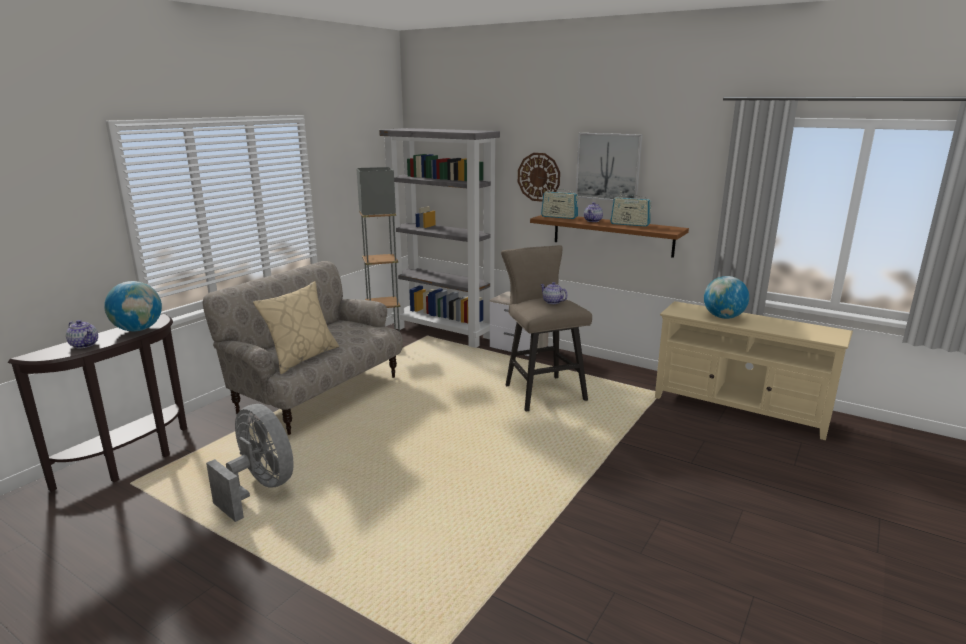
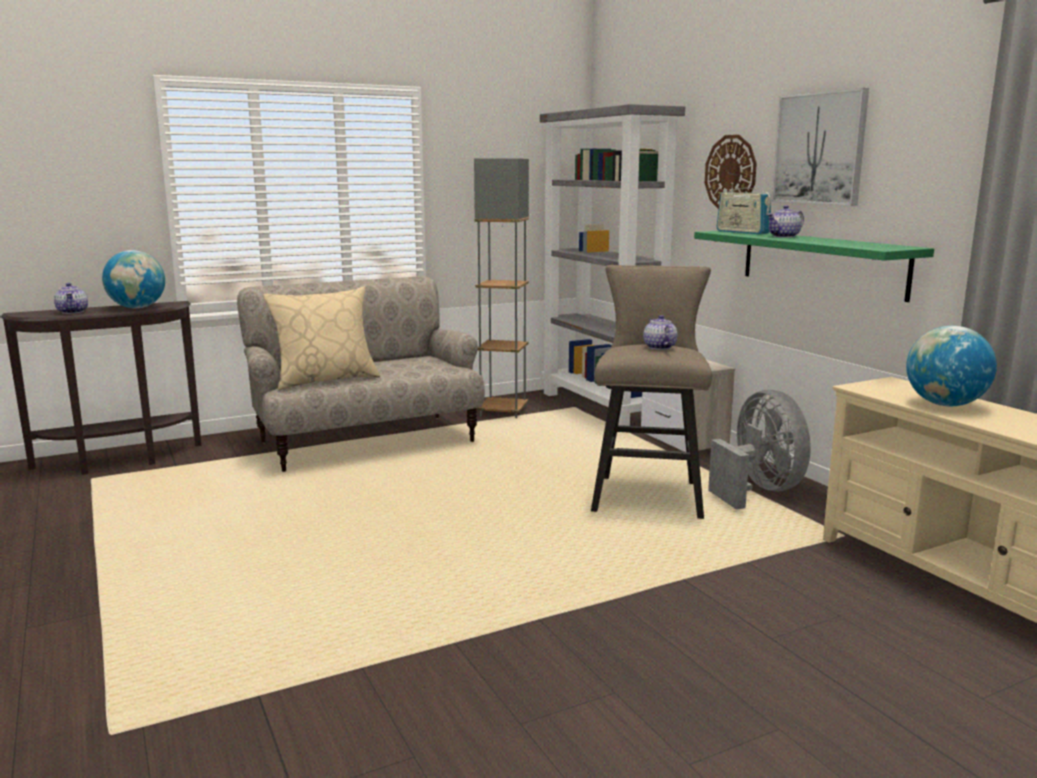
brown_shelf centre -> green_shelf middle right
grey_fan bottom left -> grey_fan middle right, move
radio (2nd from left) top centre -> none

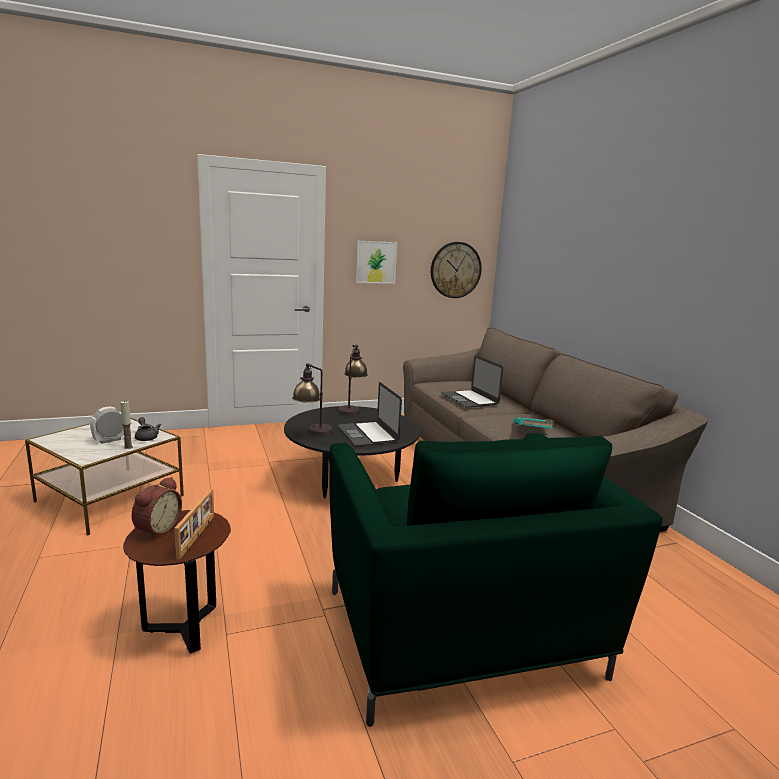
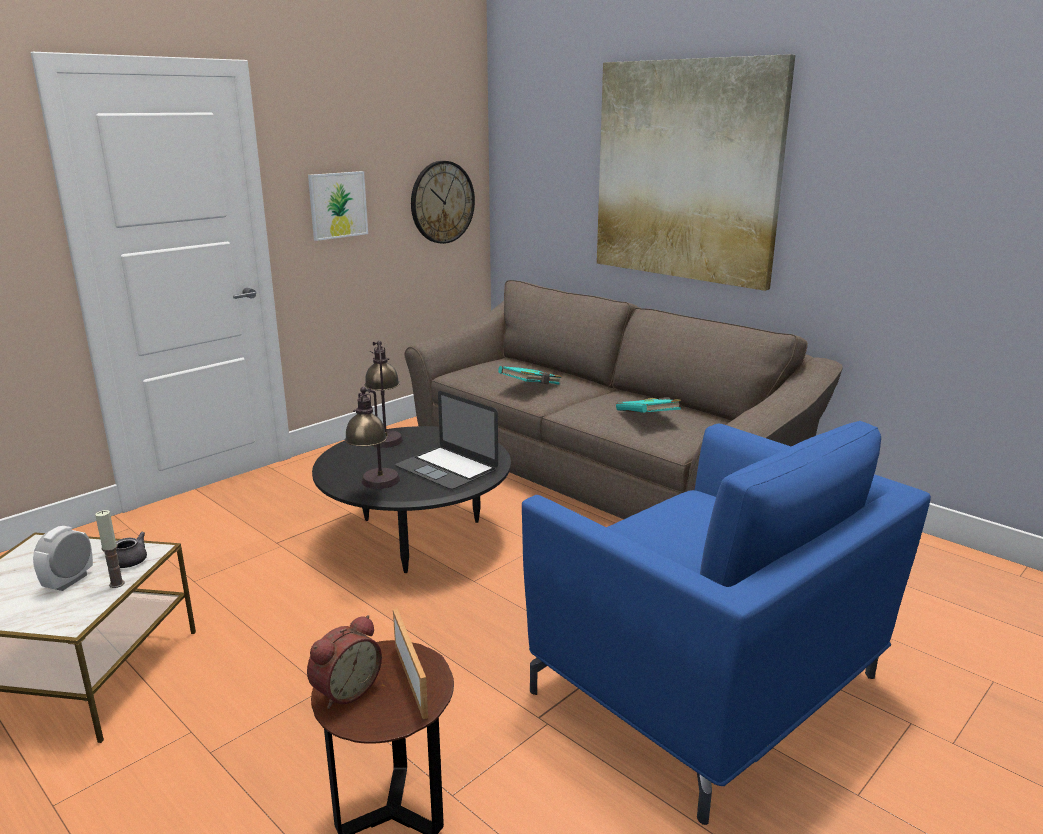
alarm_clock (2nd from left) middle left -> alarm_clock (2nd from left) bottom left, 45 degrees clockwise
laptop (2nd from left) centre -> turquoise_book (1st from left) centre
green_armchair bottom centre -> blue_armchair bottom right
none -> picture (2nd from left) top right

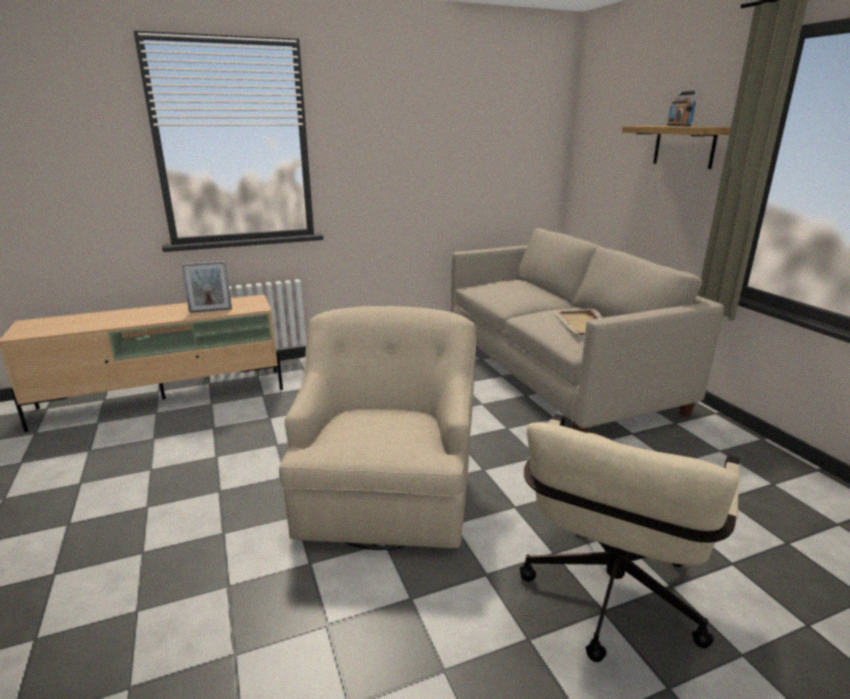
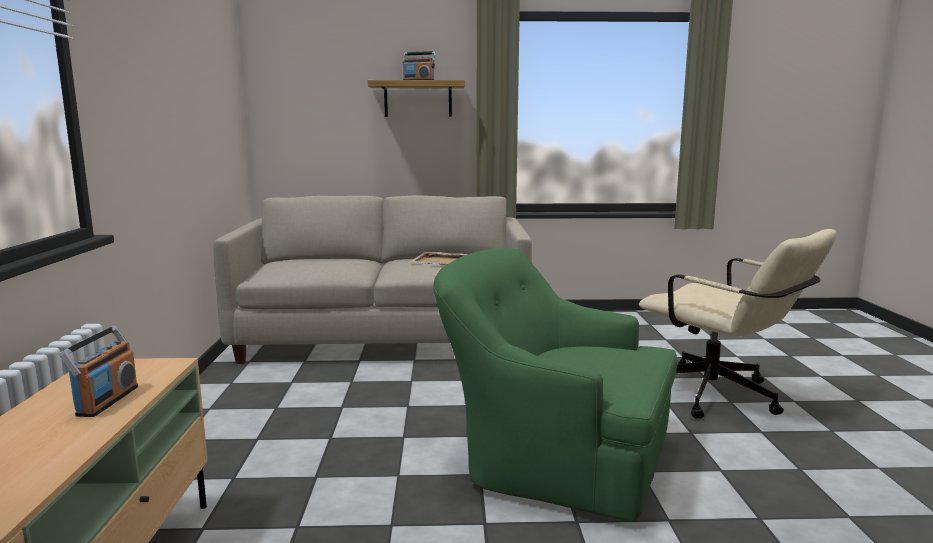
picture_frame middle left -> radio (1st from left) bottom left
beige_armchair centre -> green_armchair bottom centre

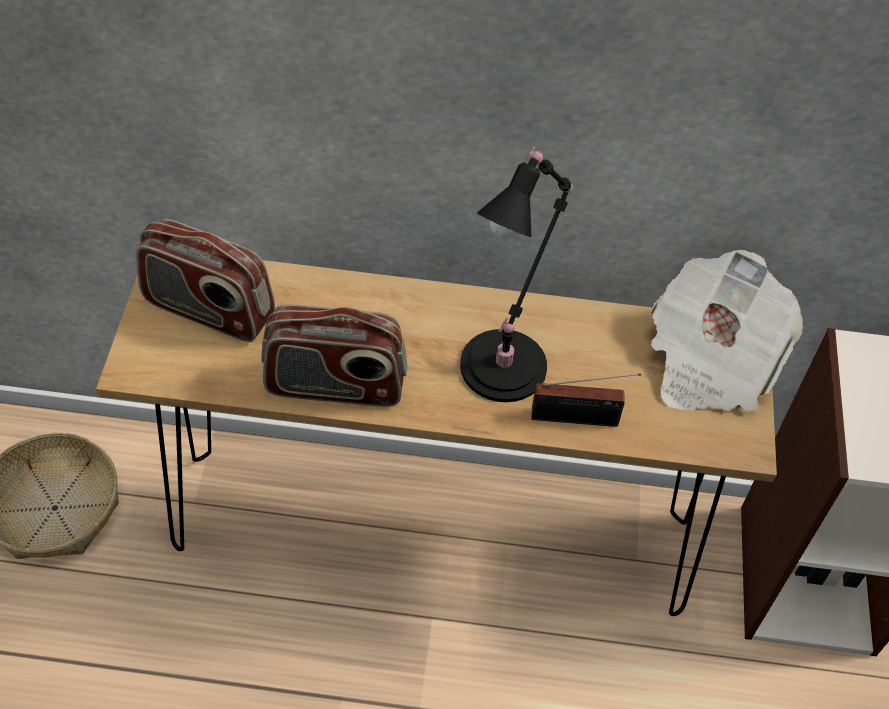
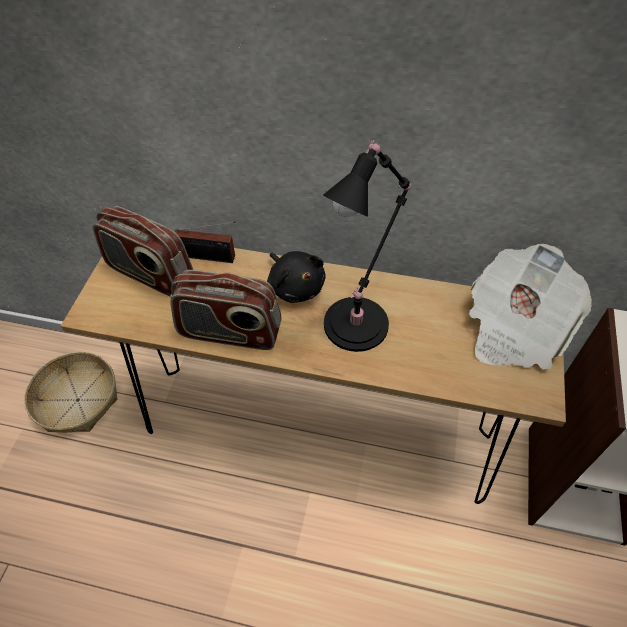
radio (3rd from left in the first image) centre -> radio (2nd from left) middle left, move
none -> black_plush_toy centre

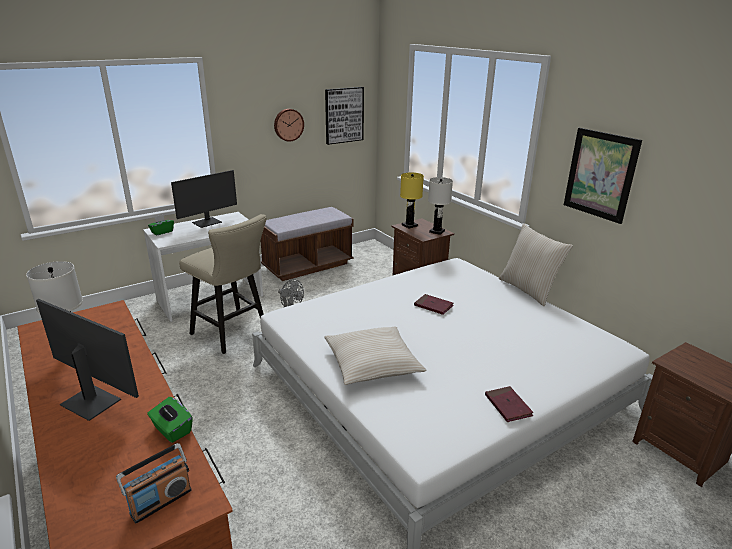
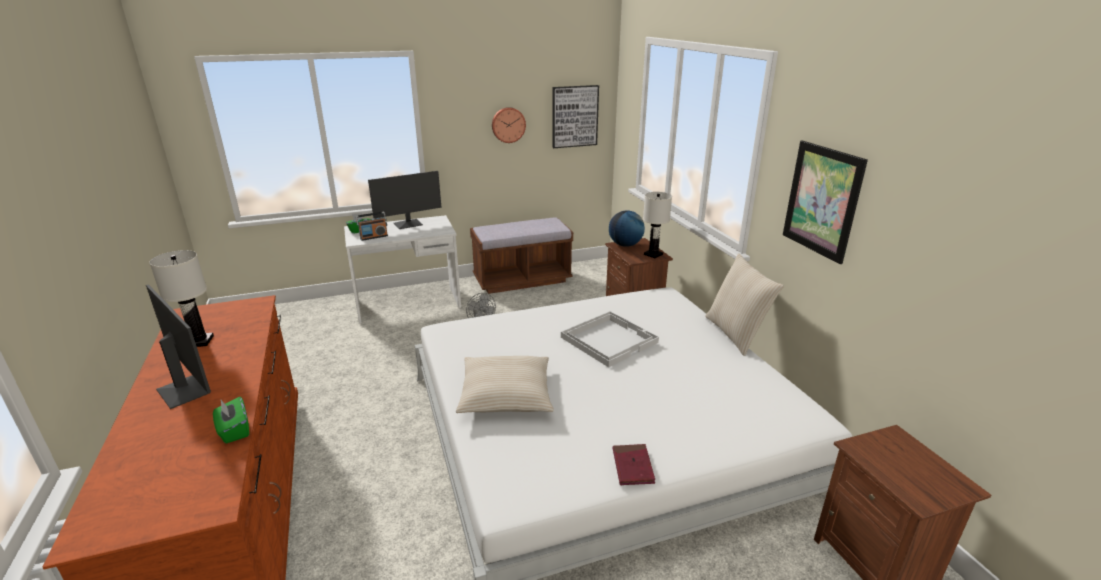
radio bottom left -> radio centre, move
red_book (1st from left) centre -> white_tray centre
yellow_table_lamp centre -> globe centre
beige_stool middle left -> none

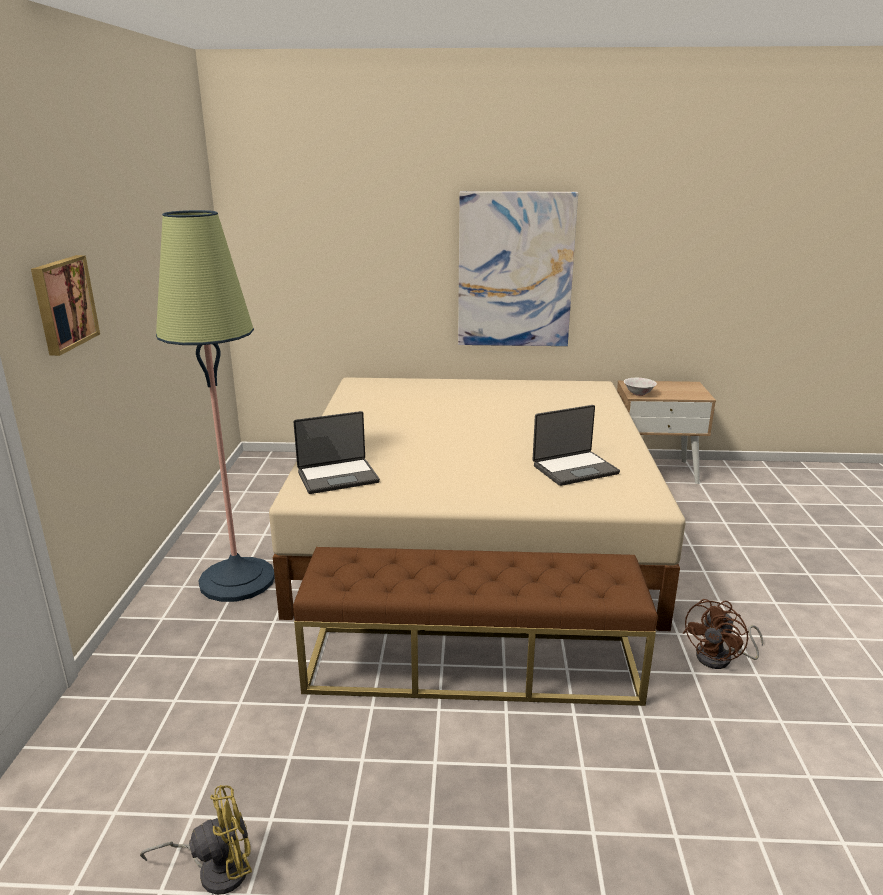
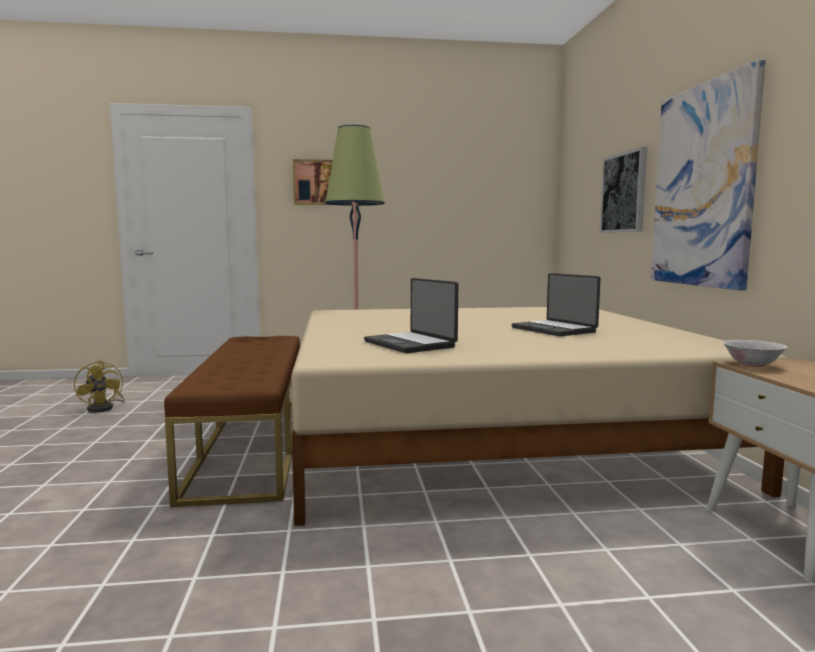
laptop (1st from left in the first image) centre -> laptop (2nd from left) middle right, move
none -> picture (2nd from left) top right
brown_fan bottom right -> none

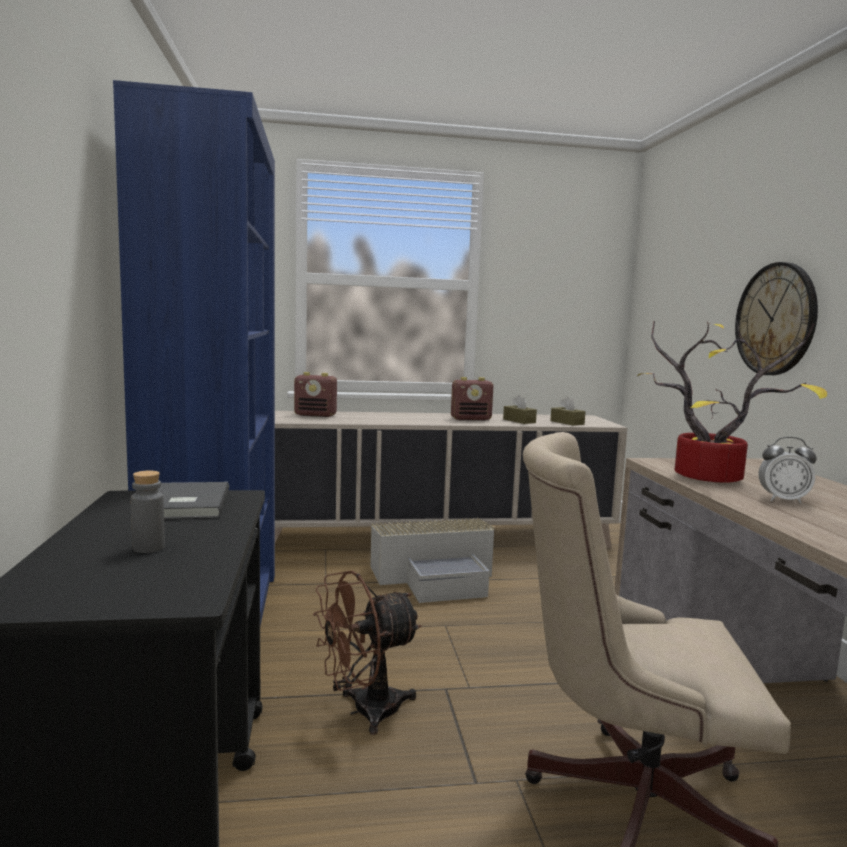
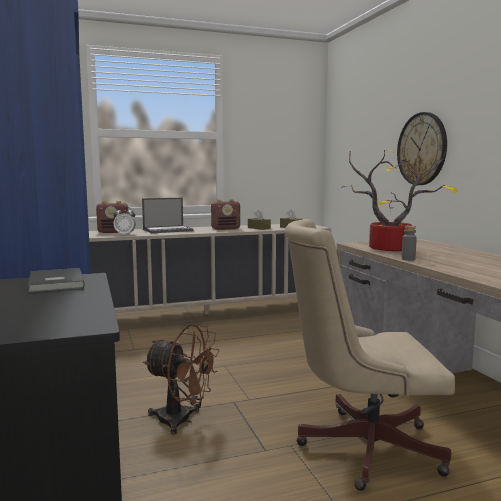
alarm_clock middle right -> alarm_clock middle left, move
none -> laptop centre
brown_fan bottom centre, 120 degrees counterclockwise
grey_bottle middle left -> grey_bottle middle right, move
grey_storage_box centre -> none

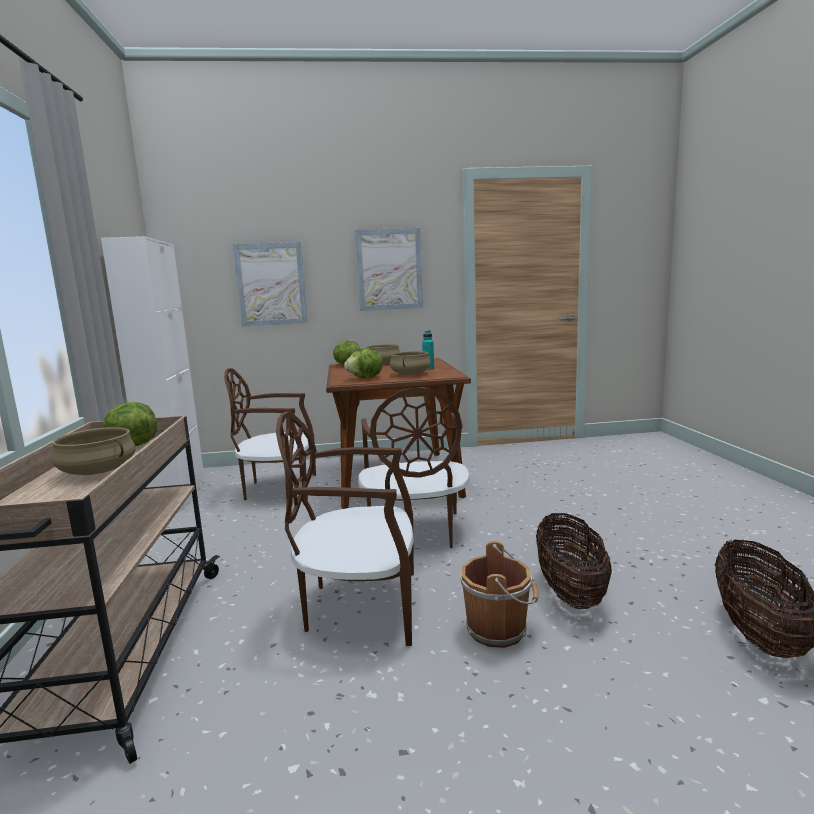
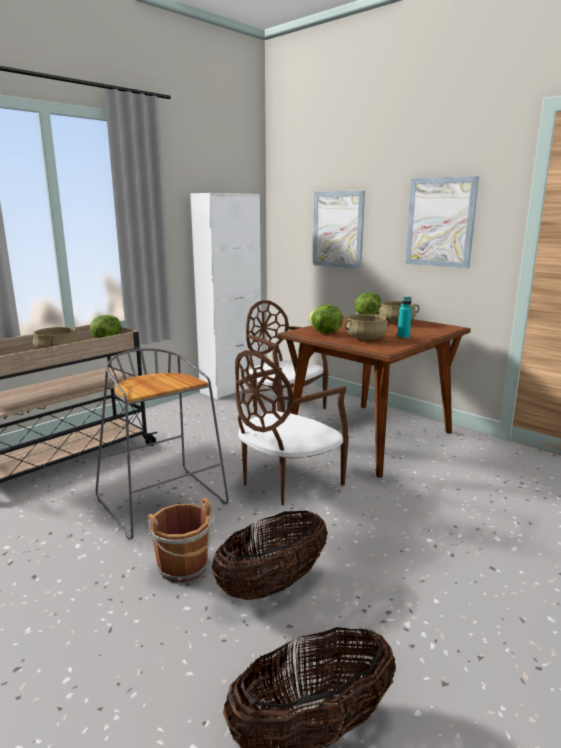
brown_chair (2nd from left) centre -> grey_stool middle left

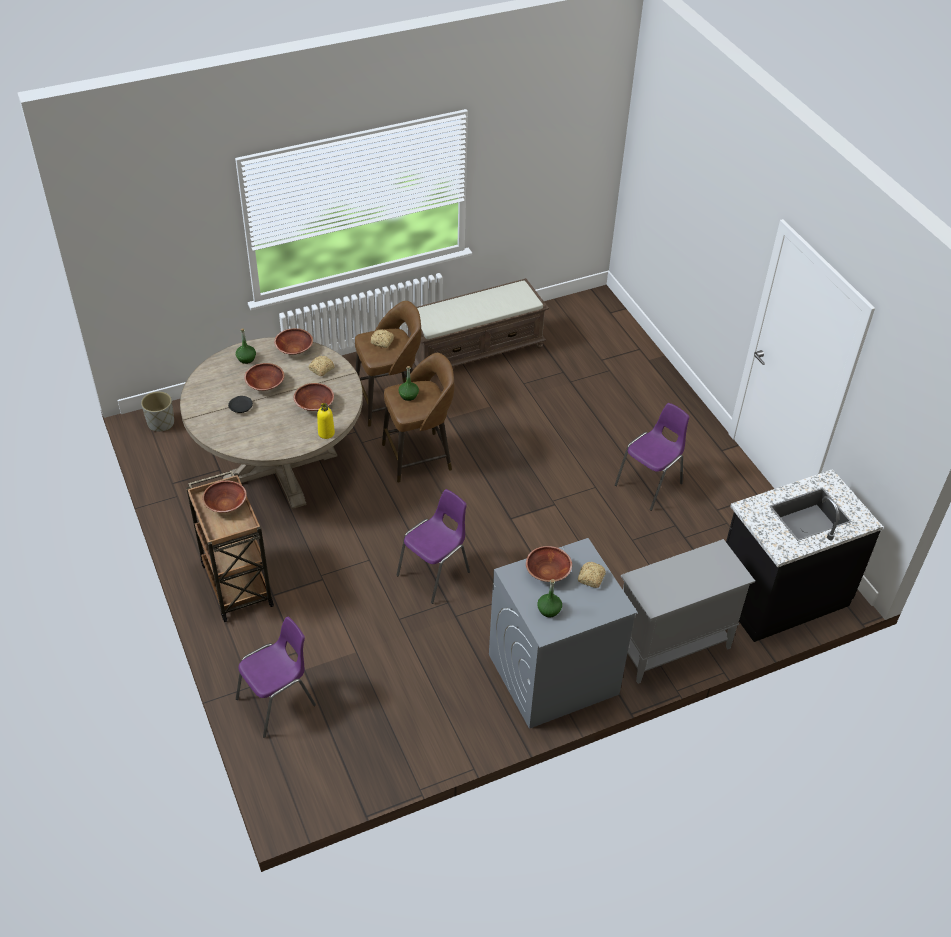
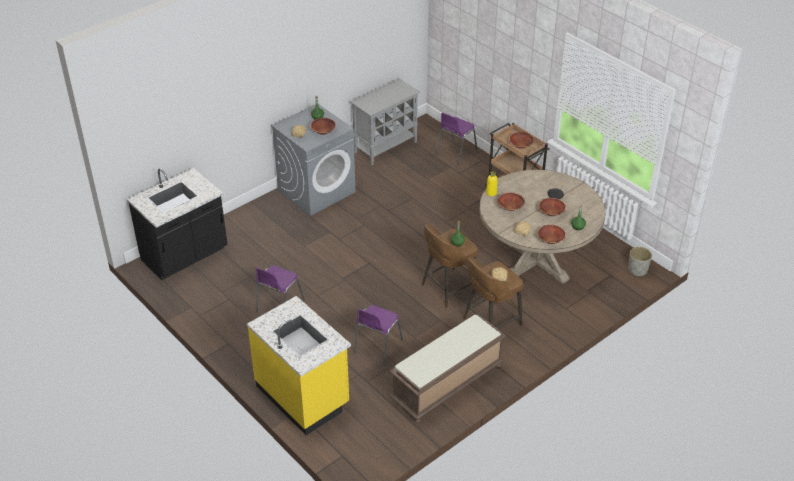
none -> yellow_counter bottom centre
grey_cabinet middle right -> grey_cabinet top centre, move
purple_chair (2nd from left) centre -> purple_chair (2nd from left) bottom centre, move

